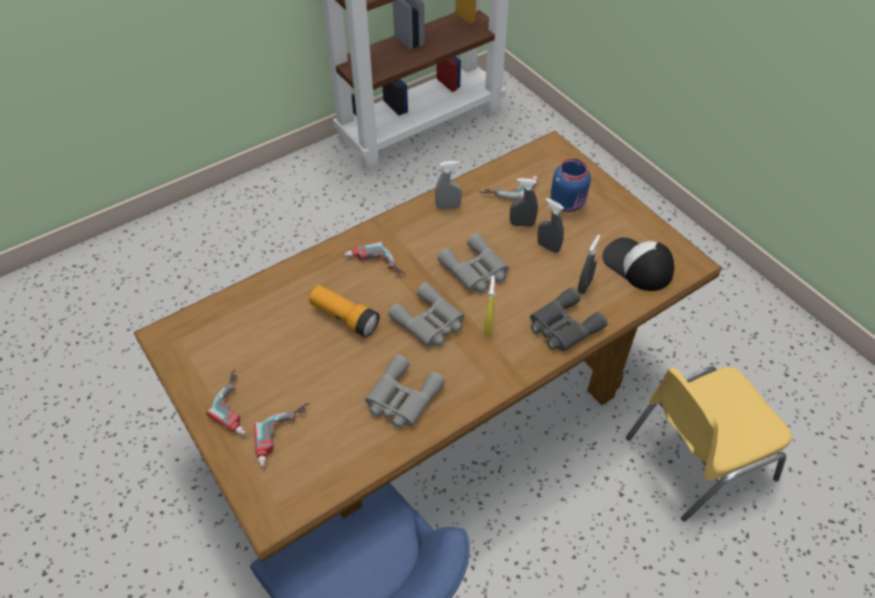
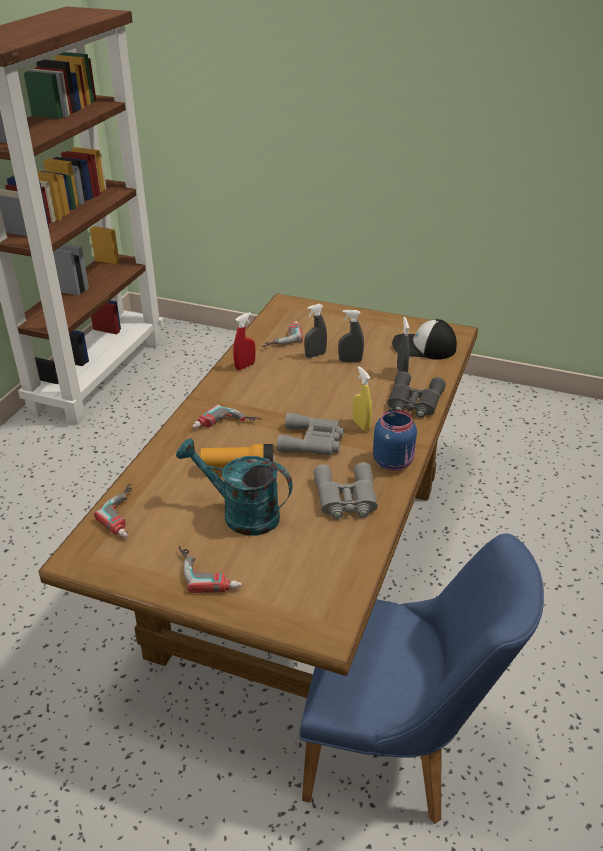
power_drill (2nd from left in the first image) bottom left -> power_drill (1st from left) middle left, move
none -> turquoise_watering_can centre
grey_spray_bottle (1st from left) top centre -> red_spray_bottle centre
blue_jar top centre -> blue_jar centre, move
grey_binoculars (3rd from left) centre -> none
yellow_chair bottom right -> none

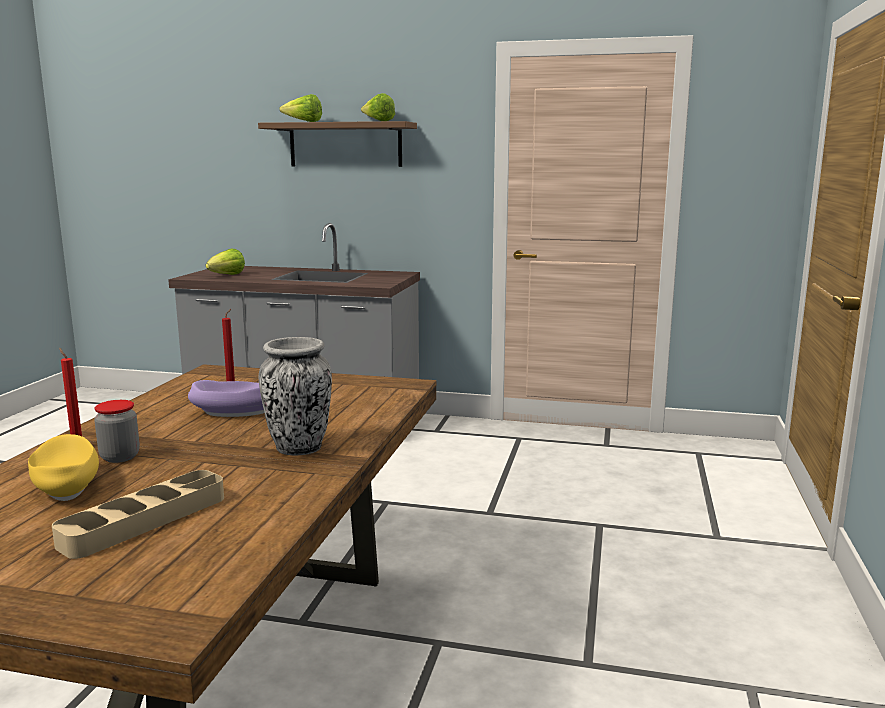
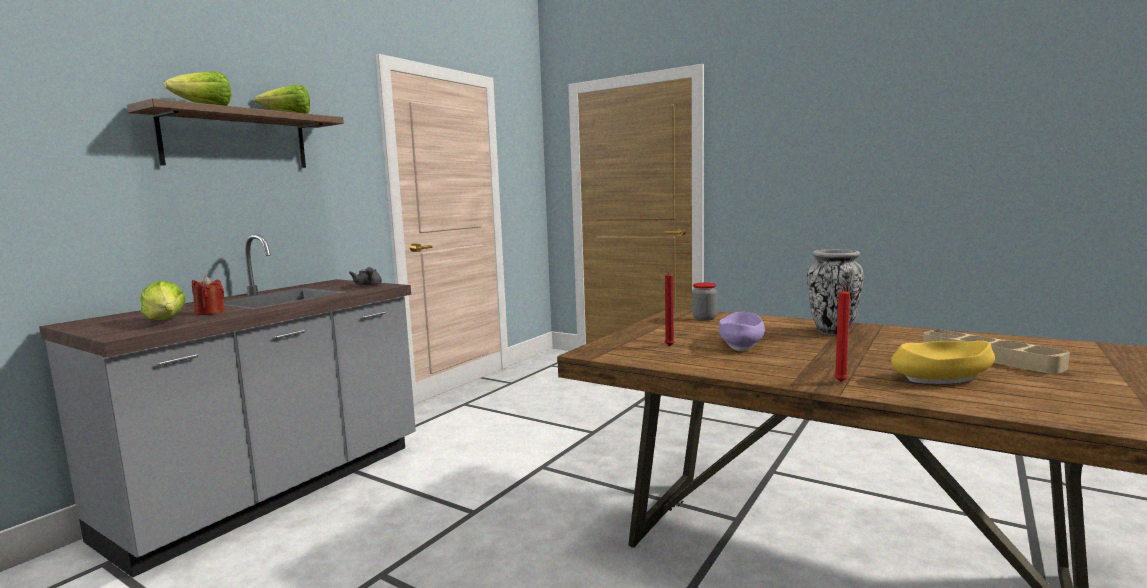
none -> red_candle (1st from left) middle left
none -> grey_teapot middle left
jar middle left -> jar centre, move

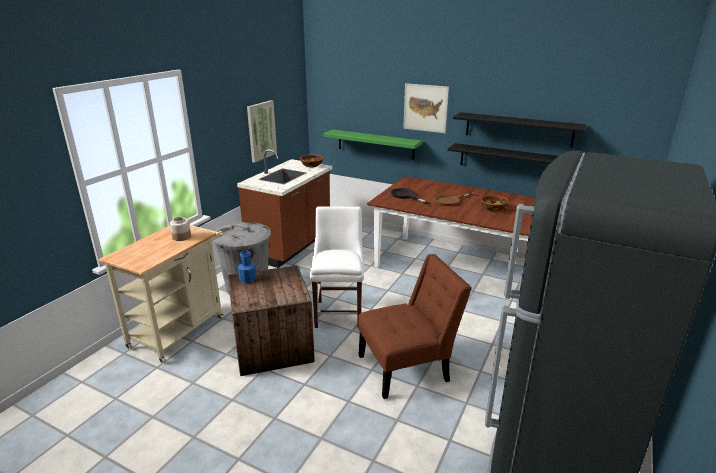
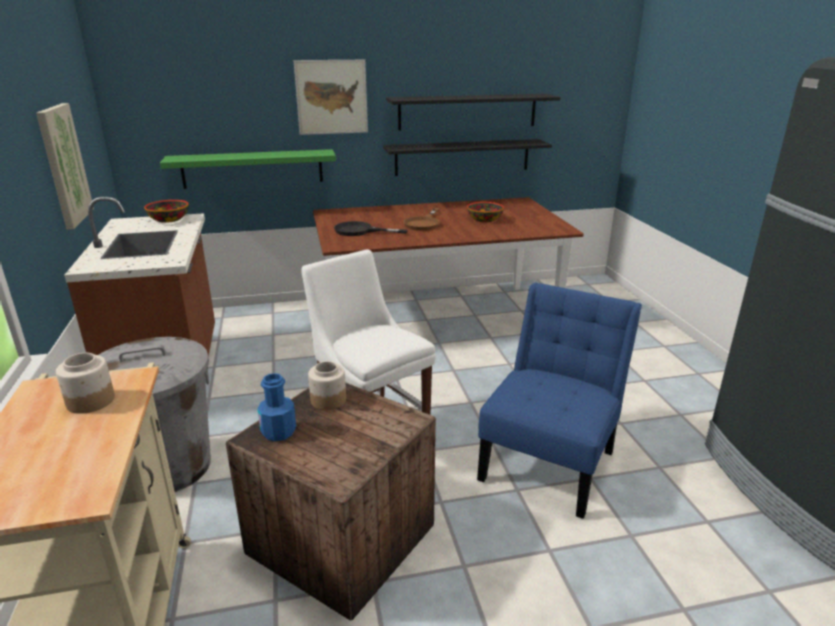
none -> jar (2nd from left) centre
brown_chair bottom centre -> blue_chair middle right

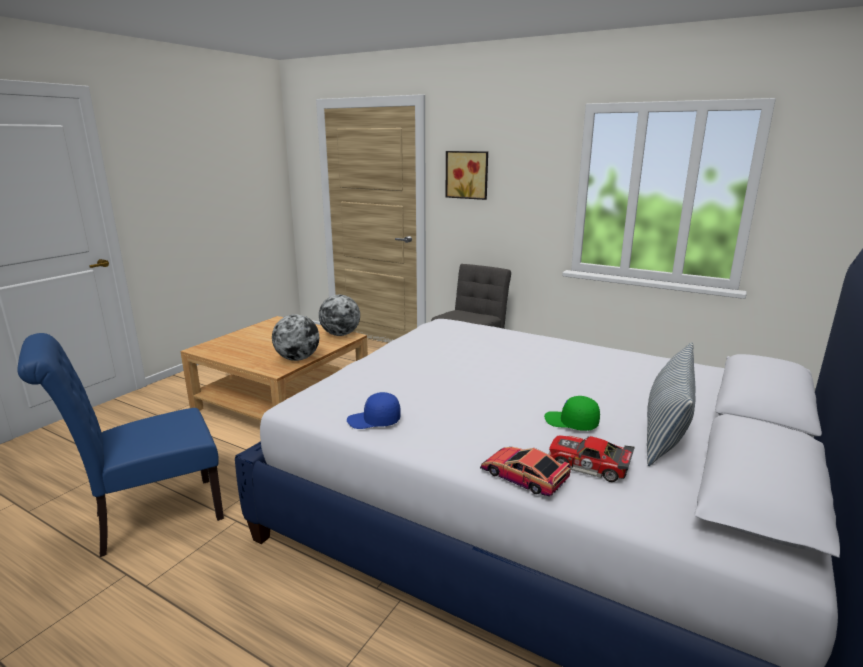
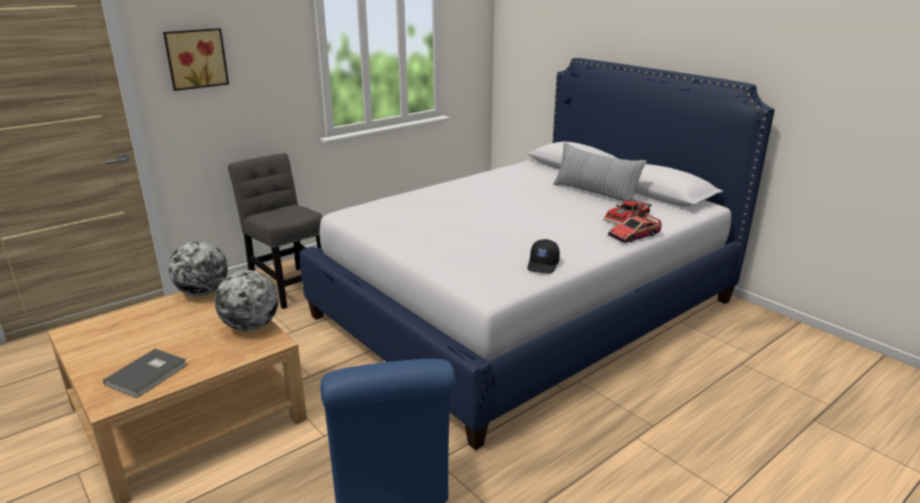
none -> grey_book bottom left
blue_cap centre -> black_cap centre
green_cap centre -> none

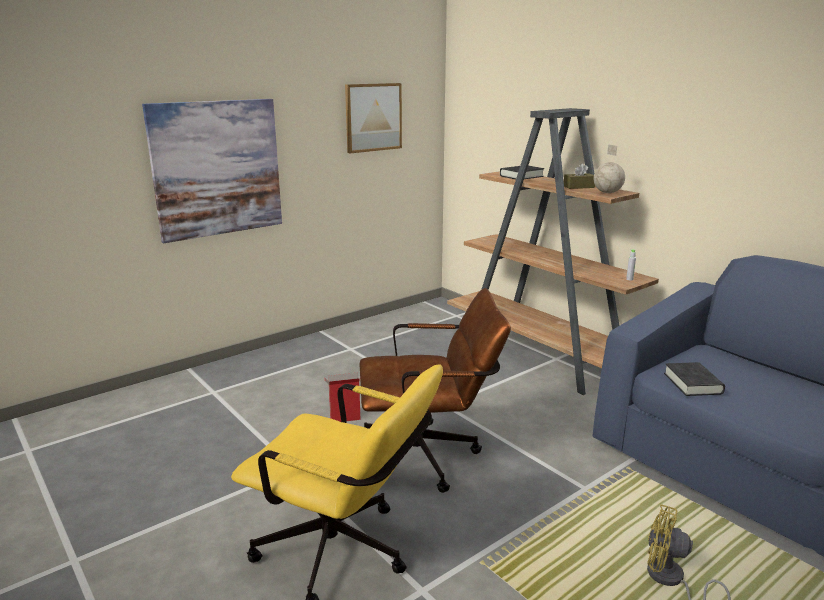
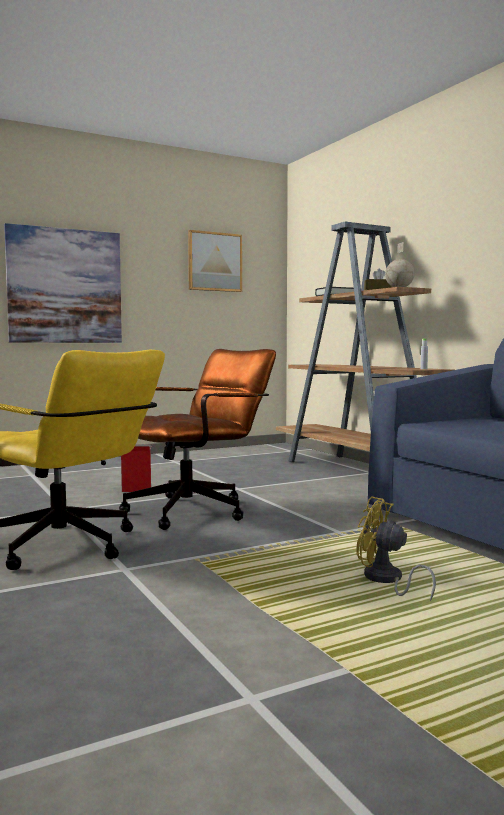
brown_office_chair centre, 45 degrees counterclockwise
black_book (2nd from left) middle right -> none

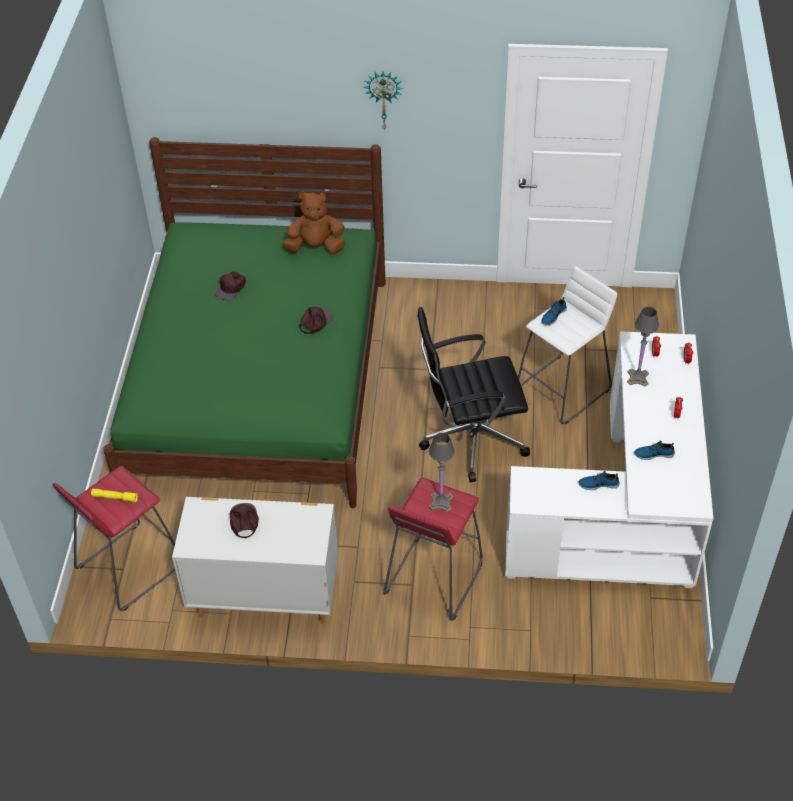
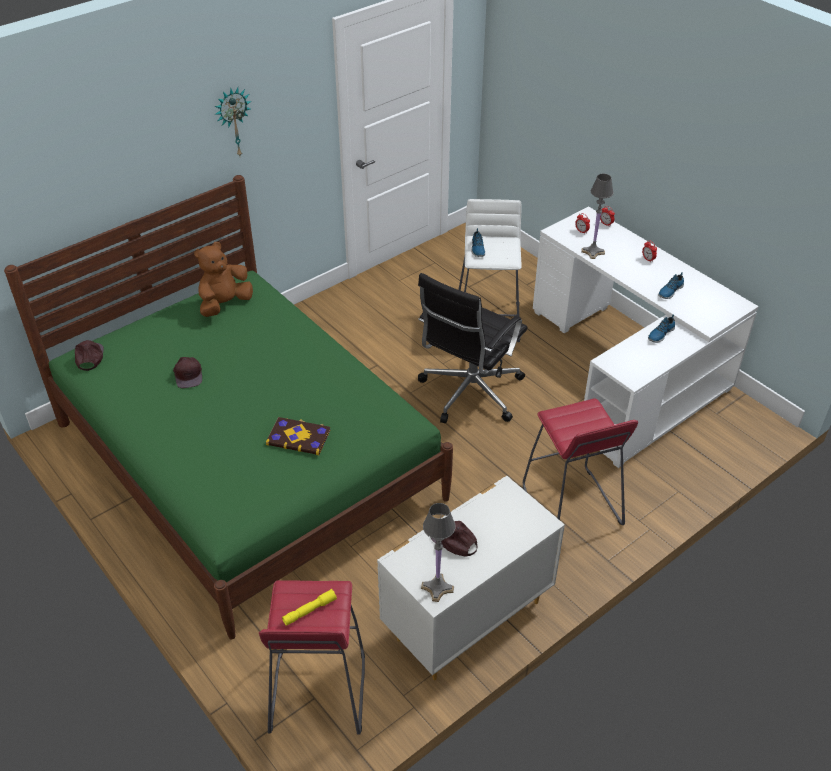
brown_cap (3rd from left in the first image) centre -> brown_cap (1st from left) middle left, move
none -> book centre
grey_table_lamp (1st from left) centre -> grey_table_lamp (1st from left) bottom centre, move

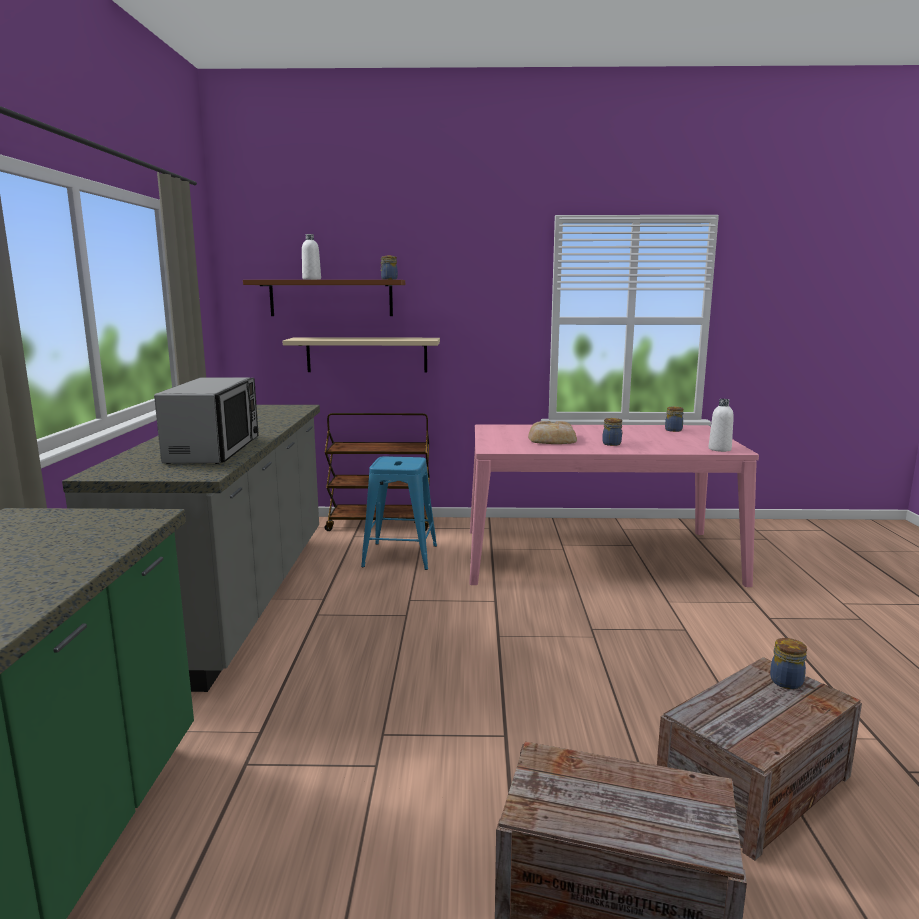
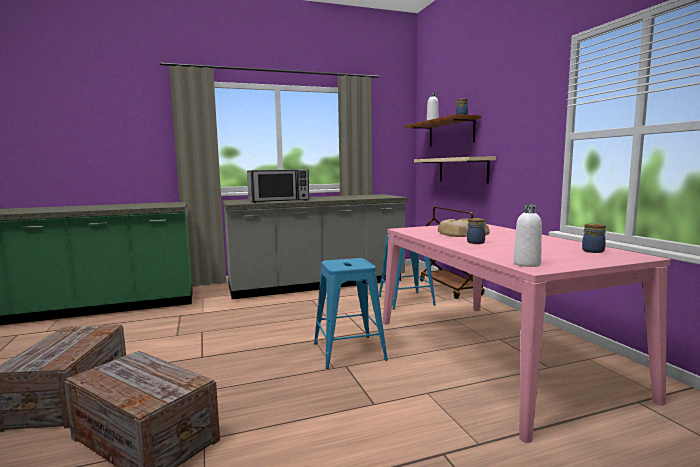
none -> blue_stool (1st from left) bottom centre
jar (4th from left) bottom right -> none

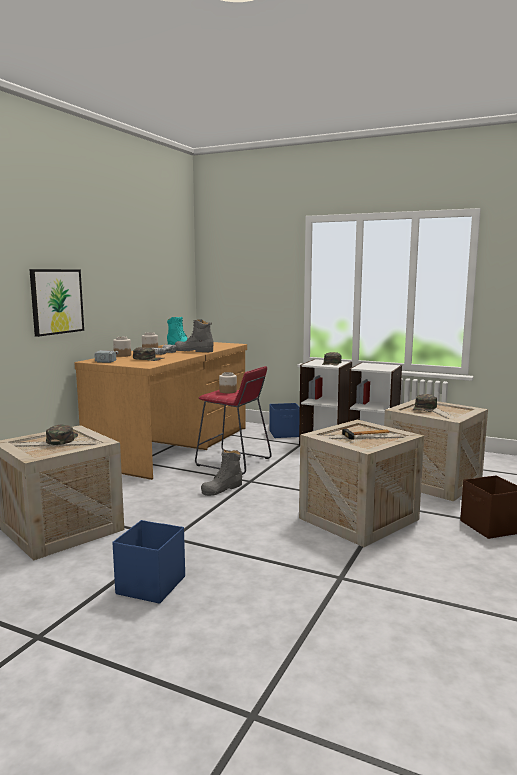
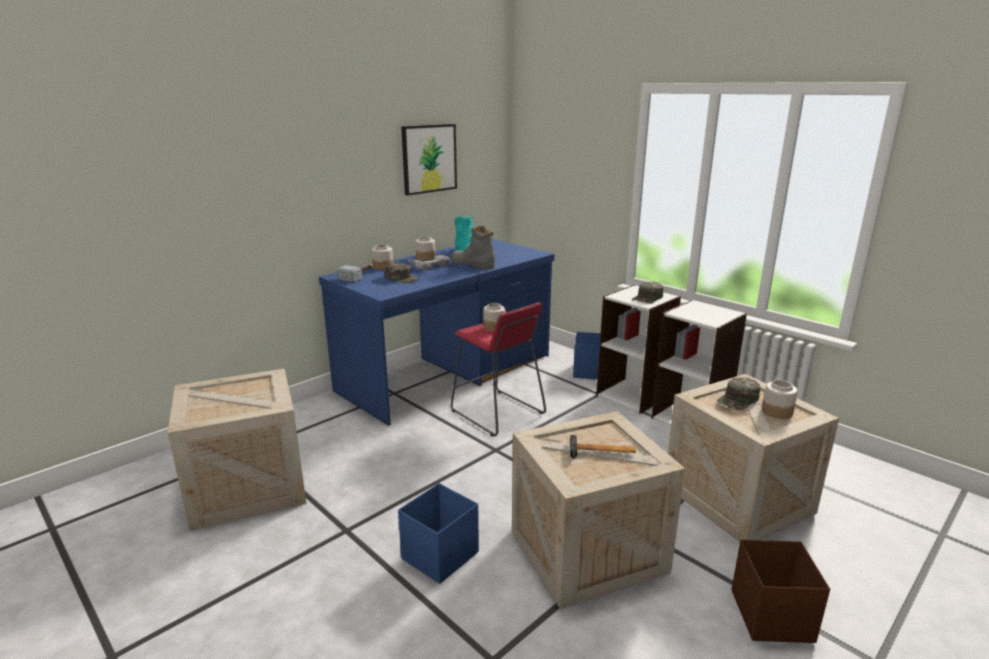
brown_desk middle left -> blue_desk centre
blue_storage_box (1st from left) bottom left -> blue_storage_box (1st from left) bottom centre, move
picture middle left -> picture top centre, move
none -> jar (4th from left) middle right
green_cap (1st from left) middle left -> none
grey_boot (2nd from left) centre -> none

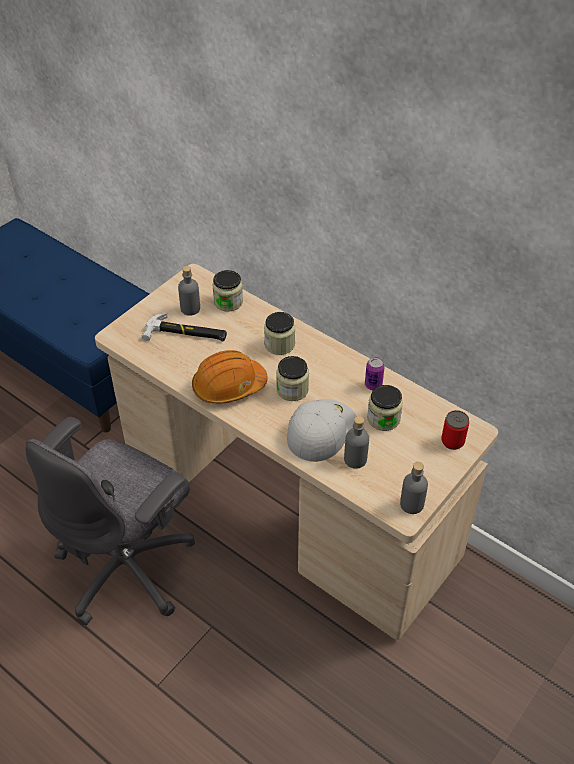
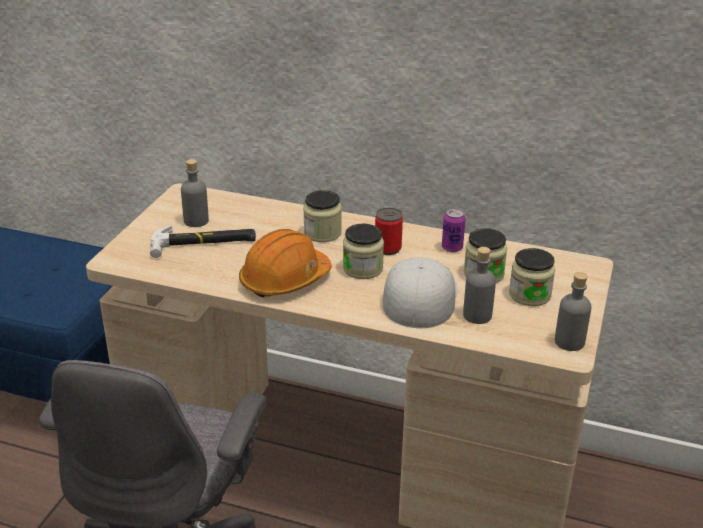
can (2nd from left in the first image) middle right -> can (1st from left) centre, move
jar (1st from left in the first image) centre -> jar (4th from left) middle right, move

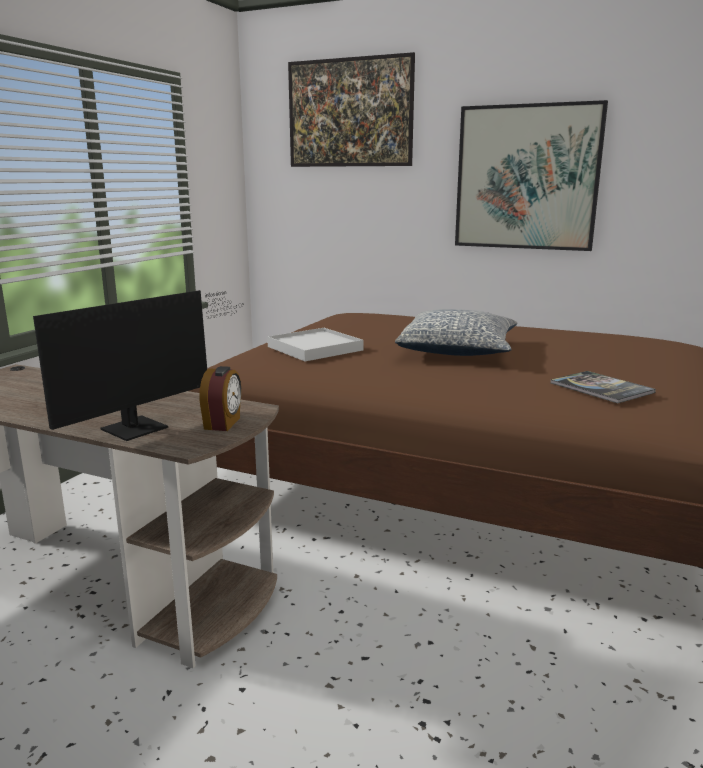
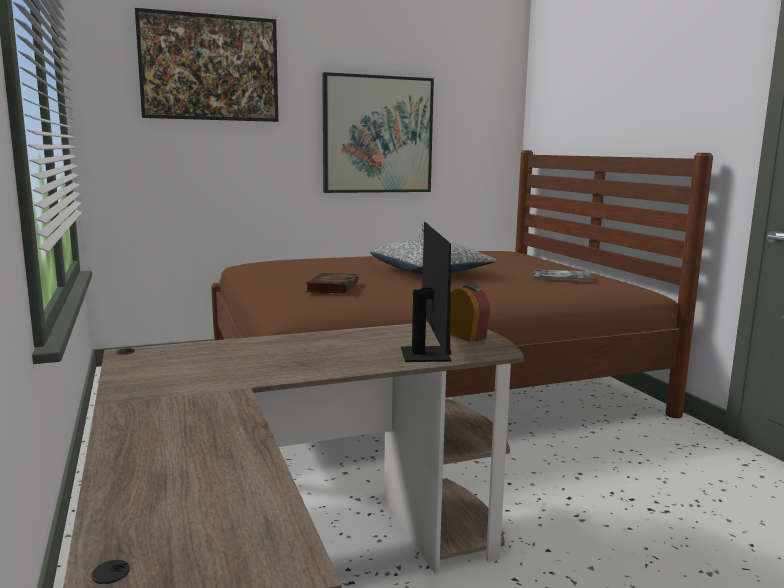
white_tray centre -> book (1st from left) centre

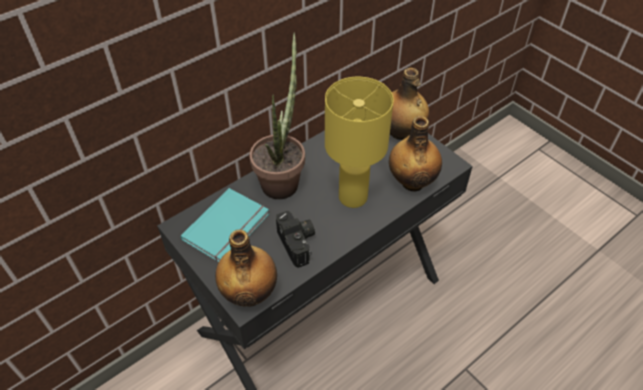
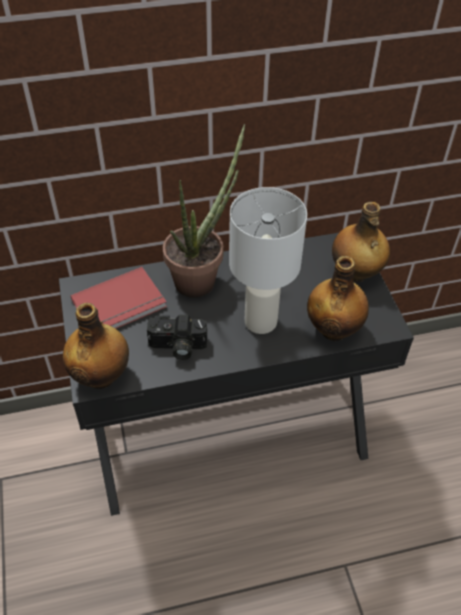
turquoise_book centre -> red_book middle left
photo_camera centre, 90 degrees clockwise
yellow_table_lamp centre -> white_table_lamp centre

